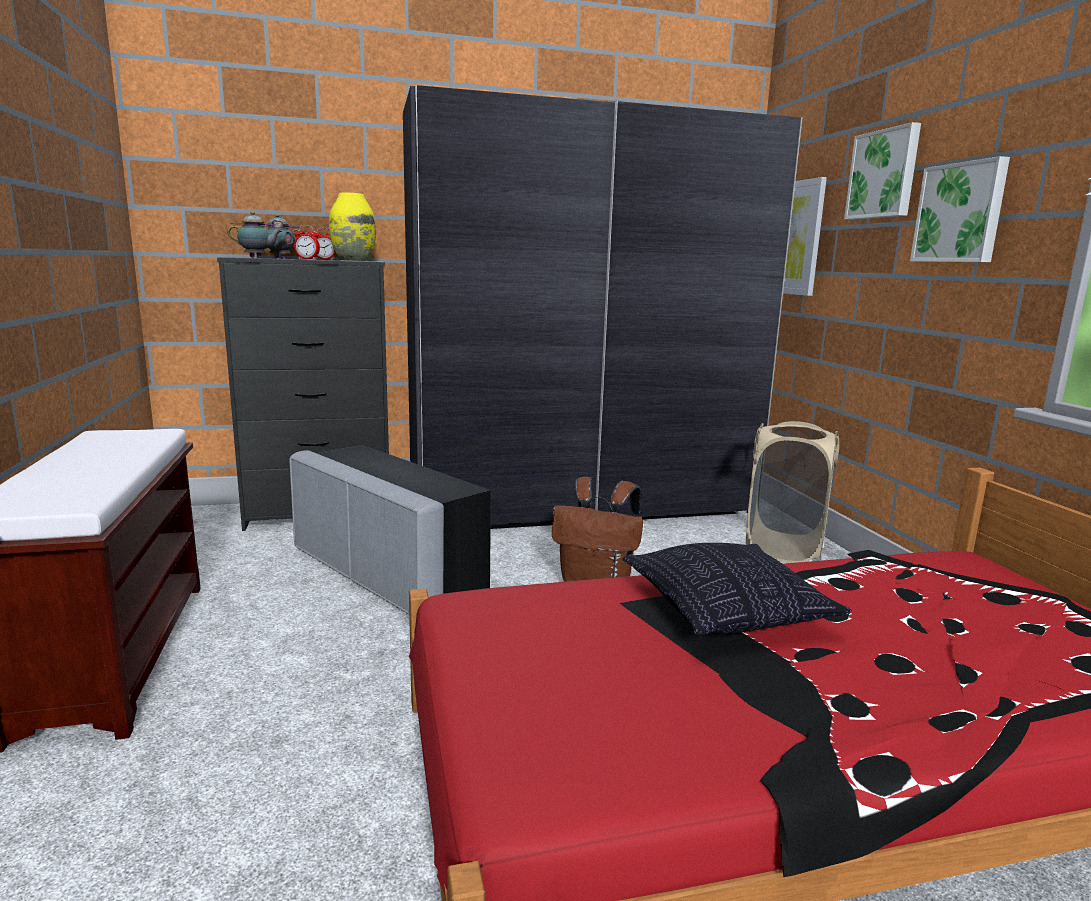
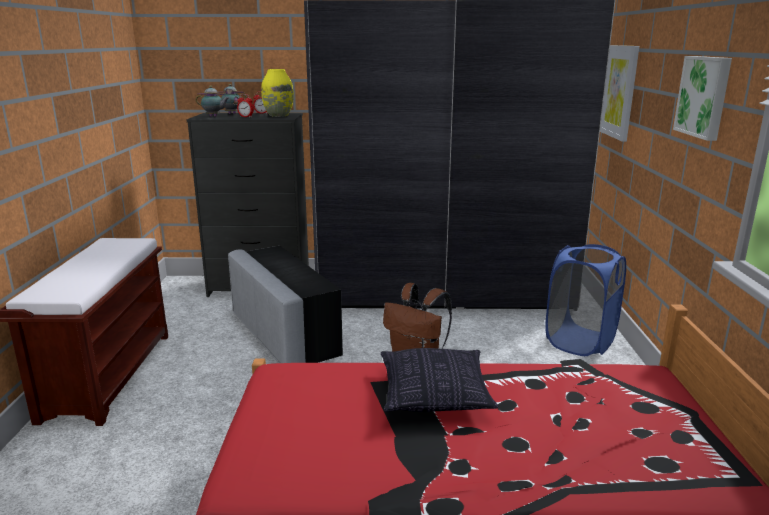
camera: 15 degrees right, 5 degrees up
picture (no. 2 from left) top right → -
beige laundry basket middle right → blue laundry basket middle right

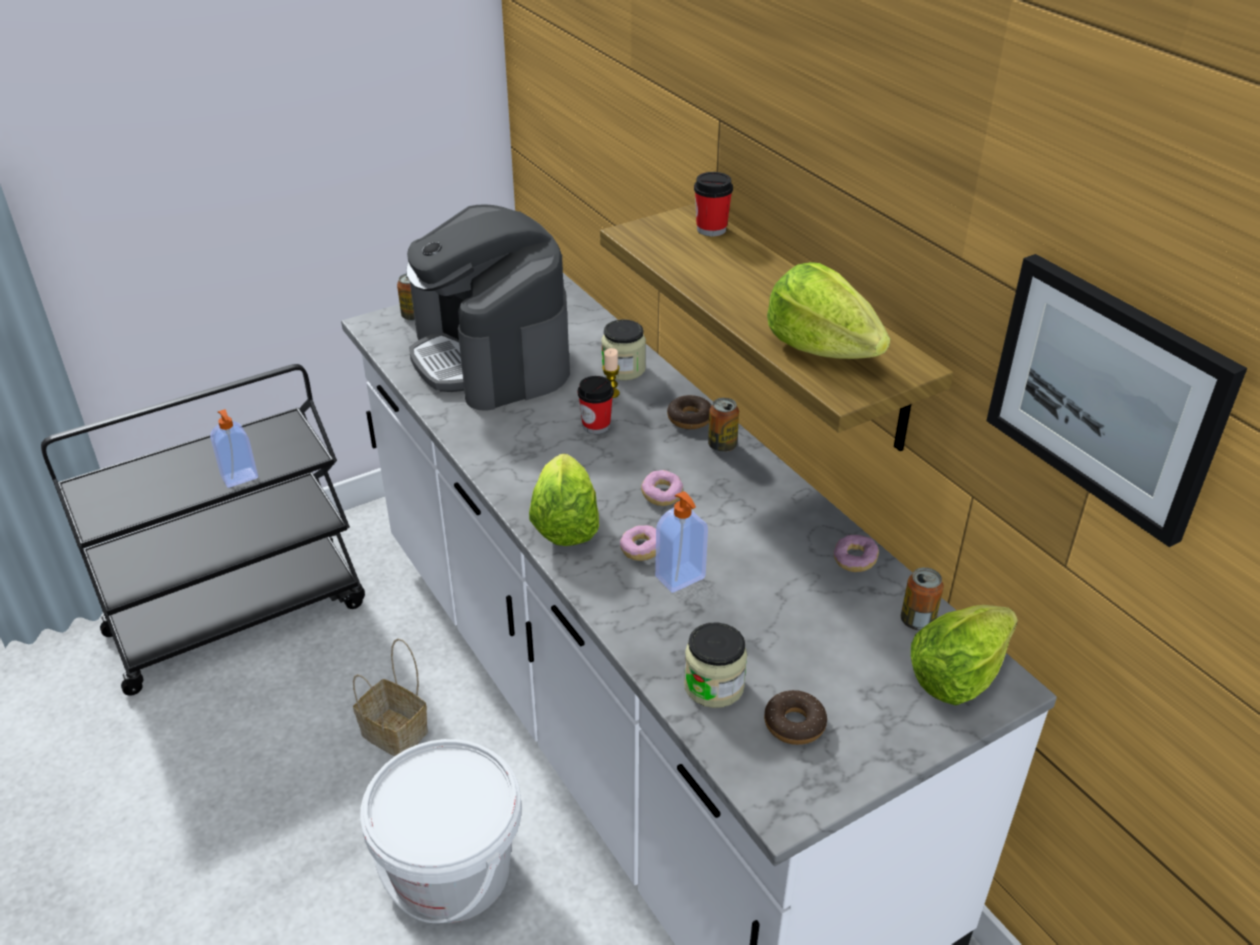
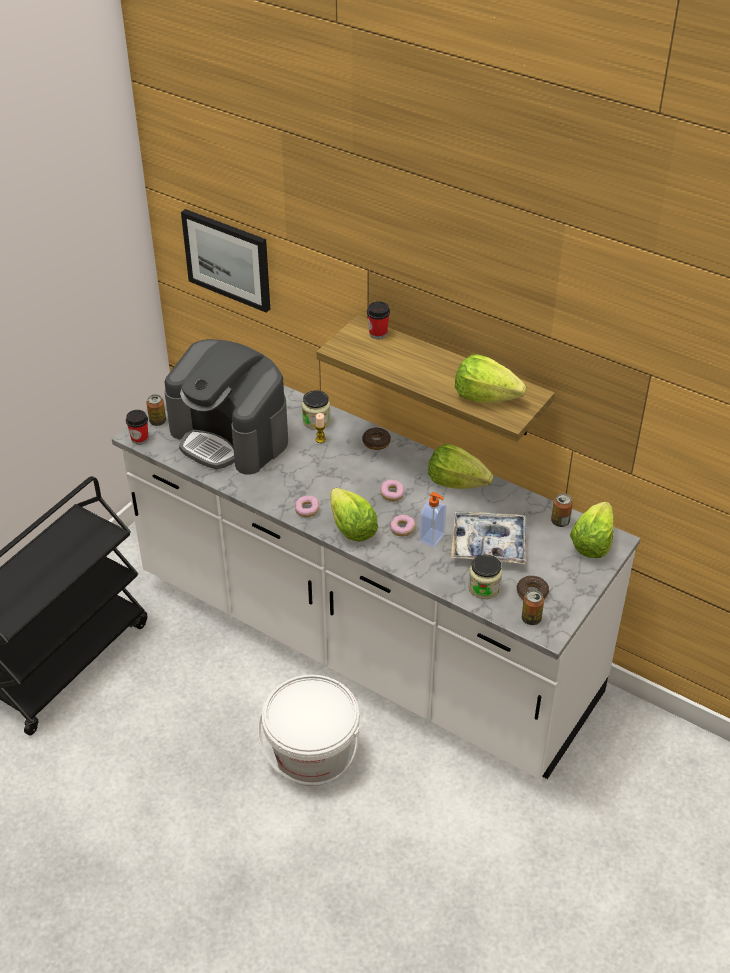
camera: 25 degrees left, 5 degrees up
soap dispenser (no. 1 from left) middle left → -
basket bottom left → -
- → lettuce (no. 2 from left) centre
- → tray middle right
cup (no. 1 from left) centre → cup (no. 1 from left) middle left, relocated
can (no. 2 from left) centre → can (no. 2 from left) middle right, relocated
donut (no. 5 from left in the first image) middle right → donut (no. 1 from left) centre, relocated
picture middle right → picture top left, relocated

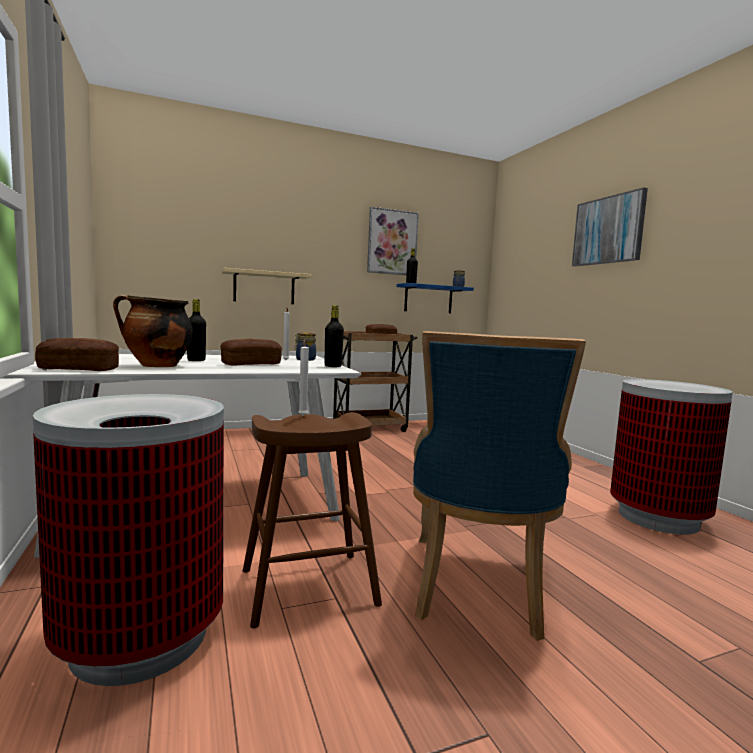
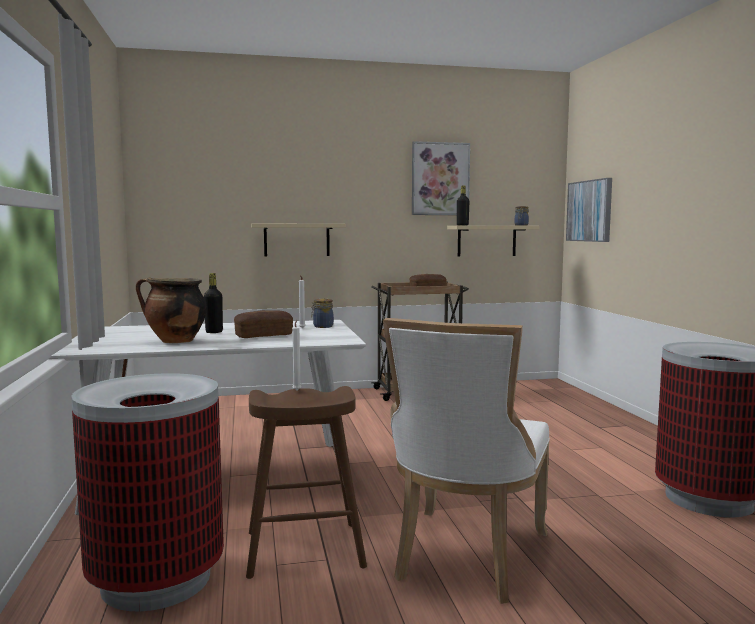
camera: 10 degrees right, 0 degrees up
bread (no. 1 from left) middle left → -
black bottle (no. 2 from left) centre → -
picture (no. 2 from left) top right → picture (no. 2 from left) middle right, relocated
blue shelf centre → beige shelf (no. 2 from left) centre
blue chair centre → white chair bottom centre

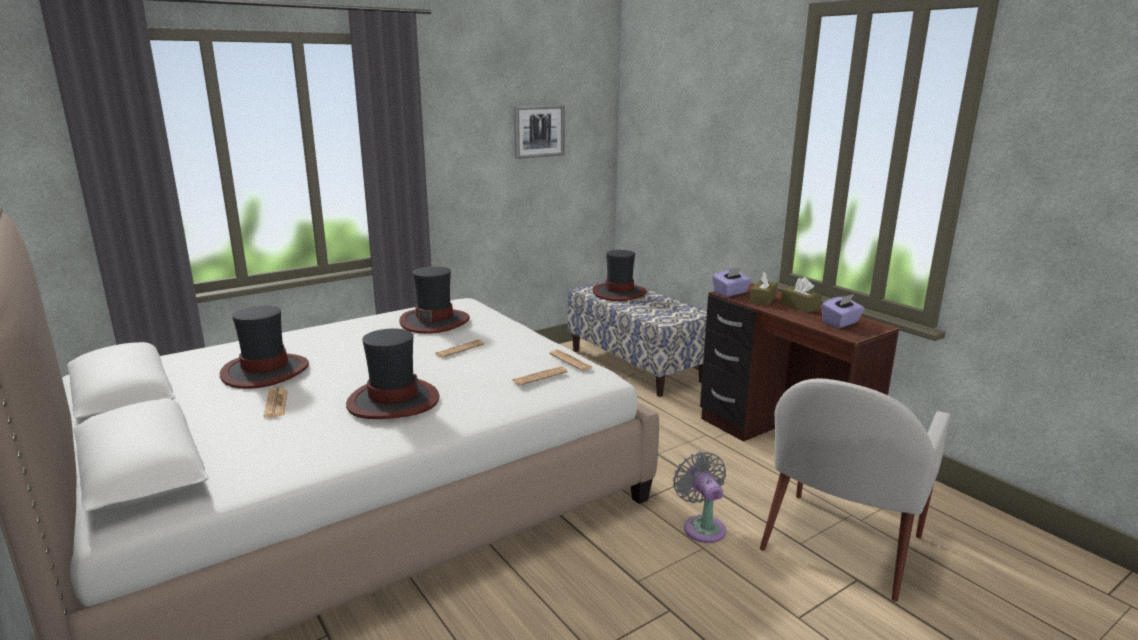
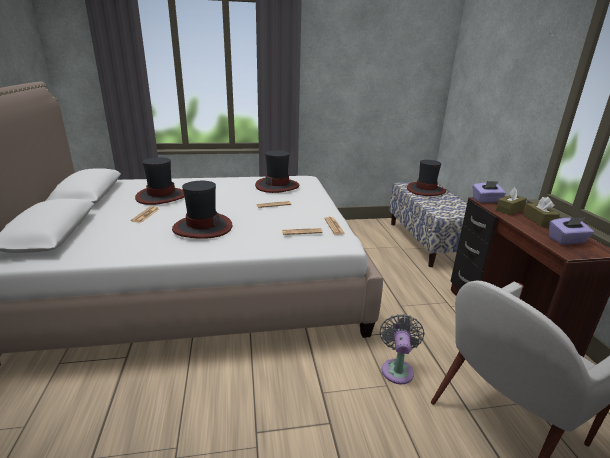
camera: 25 degrees right, 5 degrees up
picture top centre → -

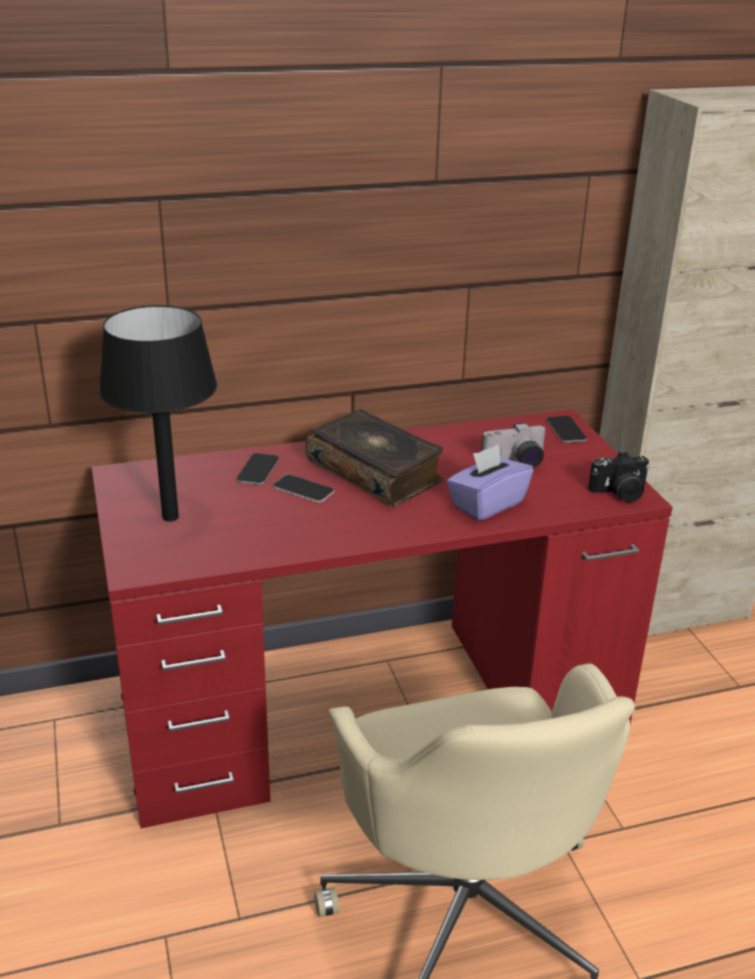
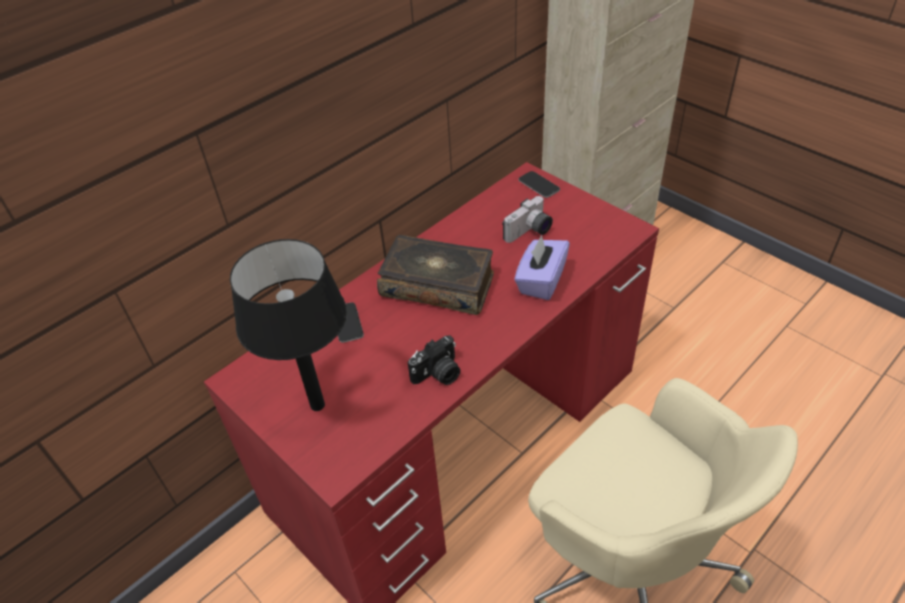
camera: 25 degrees left, 15 degrees up
phone (no. 2 from left) centre → -
photo camera (no. 2 from left in the first image) middle right → photo camera (no. 1 from left) centre, relocated

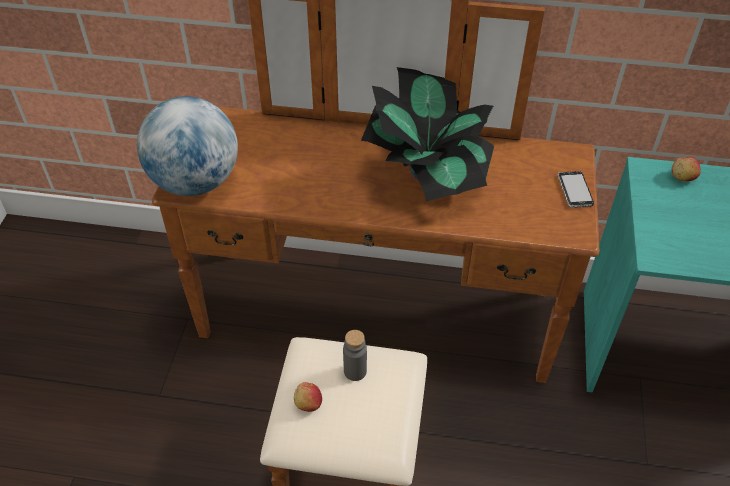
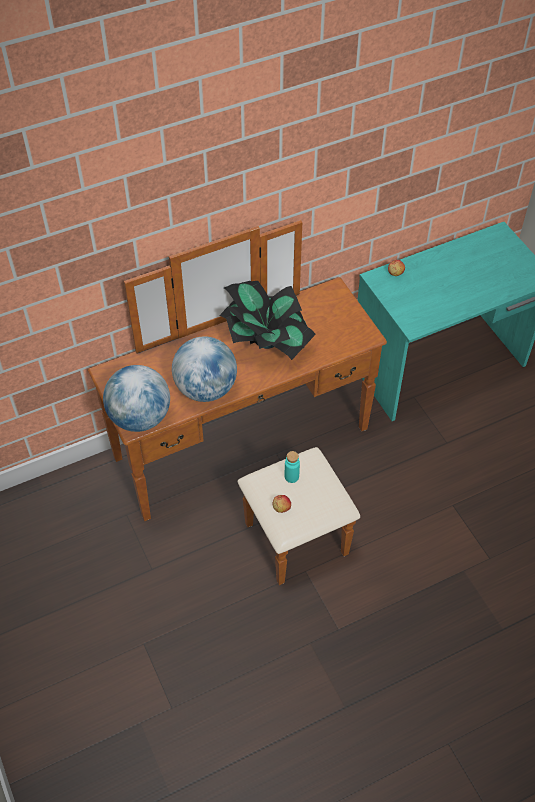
camera: 35 degrees left, 5 degrees up
phone middle right → -
- → globe (no. 2 from left) centre
grey bottle bottom centre → turquoise bottle centre

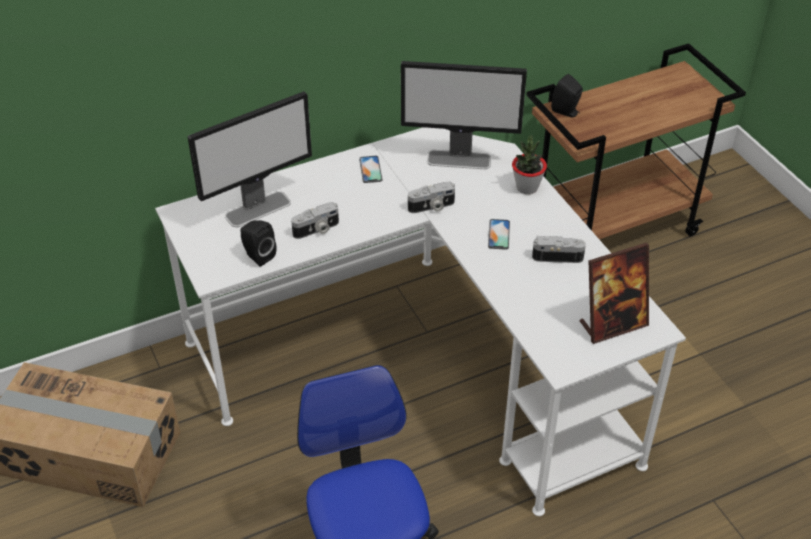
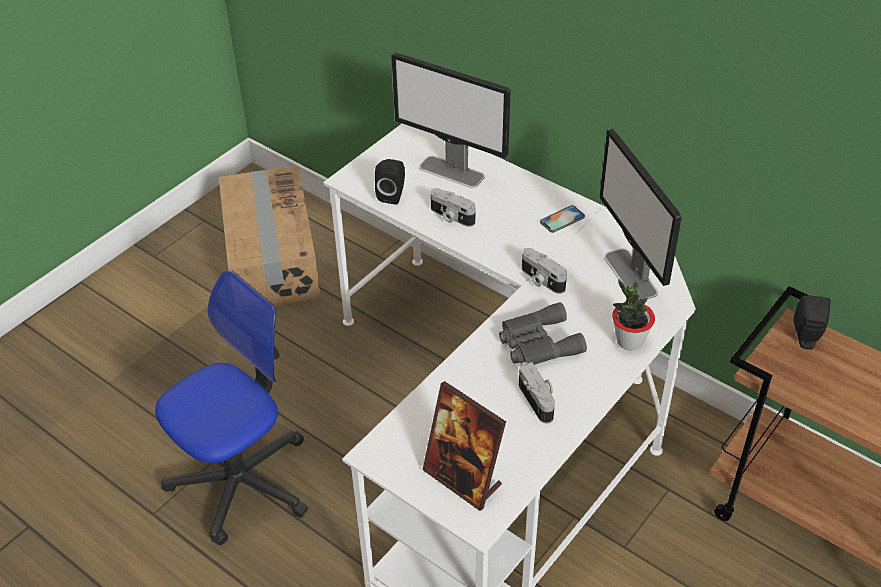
camera: 65 degrees right, 0 degrees up
phone (no. 2 from left) centre → grey binoculars centre

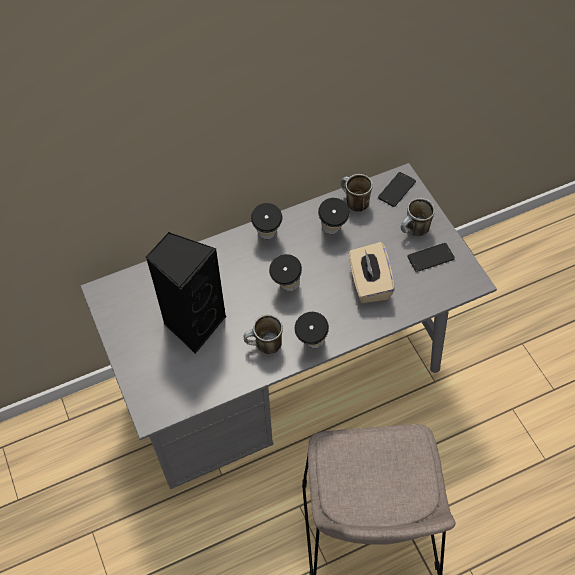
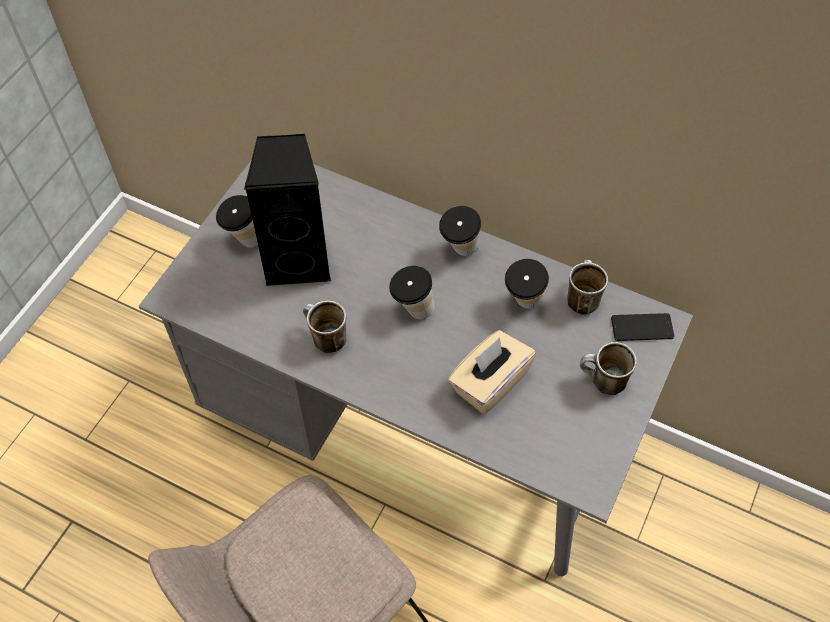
camera: 50 degrees right, 0 degrees up
phone (no. 2 from left) middle right → -
cup (no. 3 from left in the first image) centre → cup (no. 1 from left) middle left, relocated

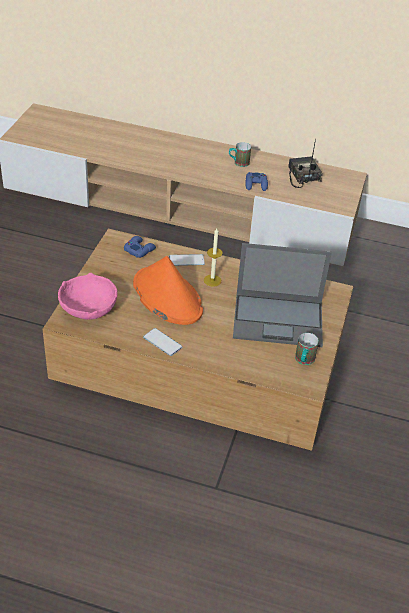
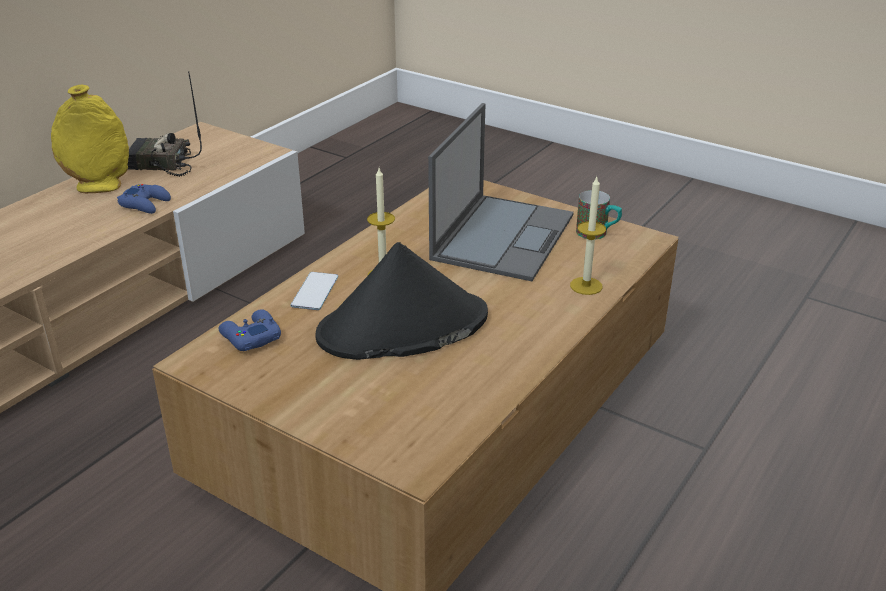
camera: 70 degrees left, 10 degrees down
pink bowl middle left → -
phone (no. 1 from left) centre → -
mug (no. 1 from left) top centre → -
- → yellow vase top left
- → candle (no. 2 from left) centre
orange hat centre → black hat centre

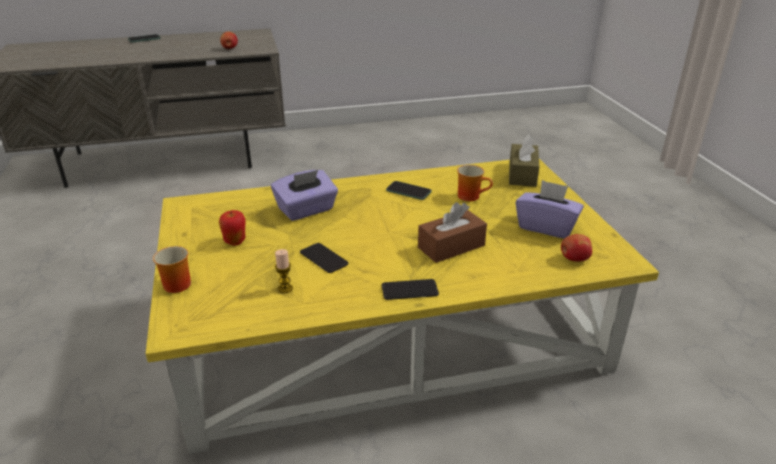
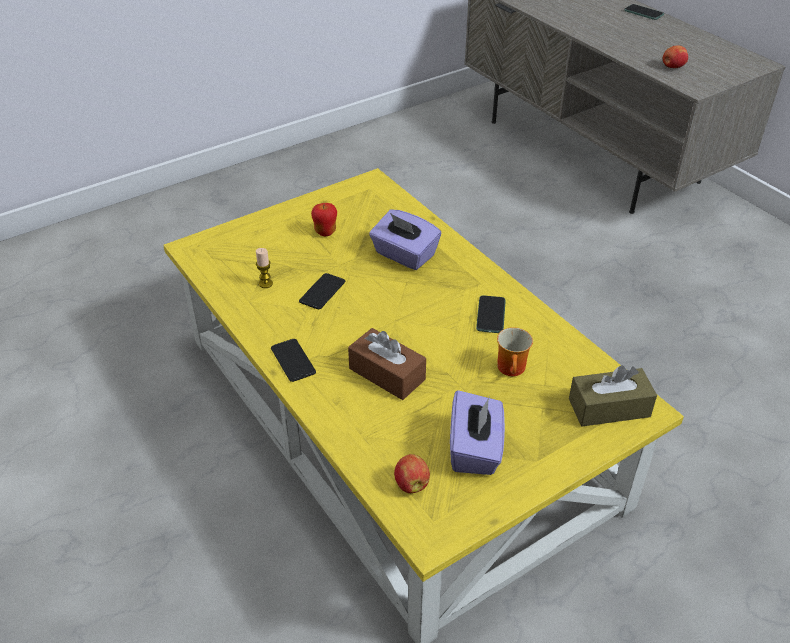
camera: 70 degrees right, 10 degrees up
mug (no. 1 from left) middle left → -

